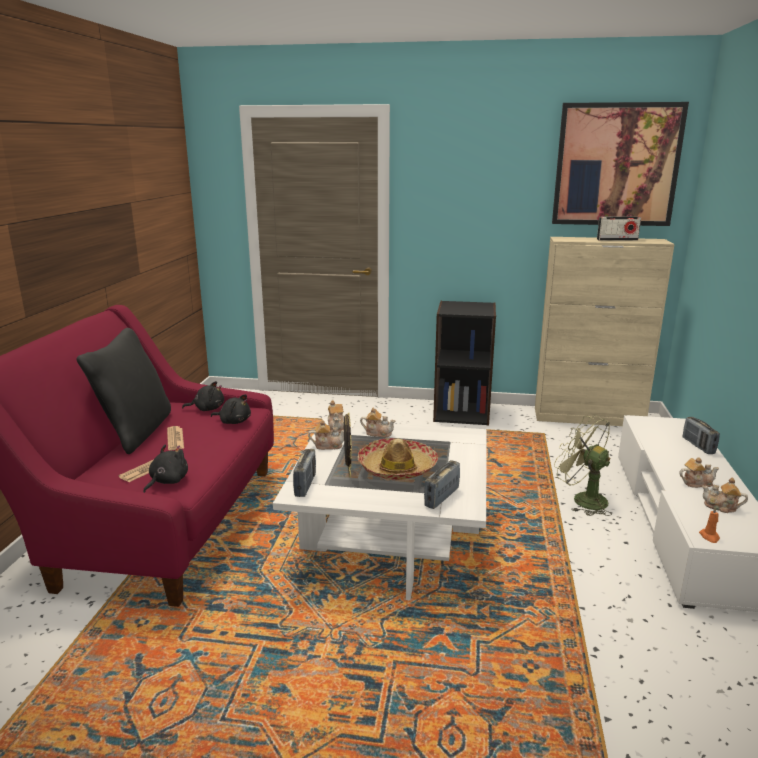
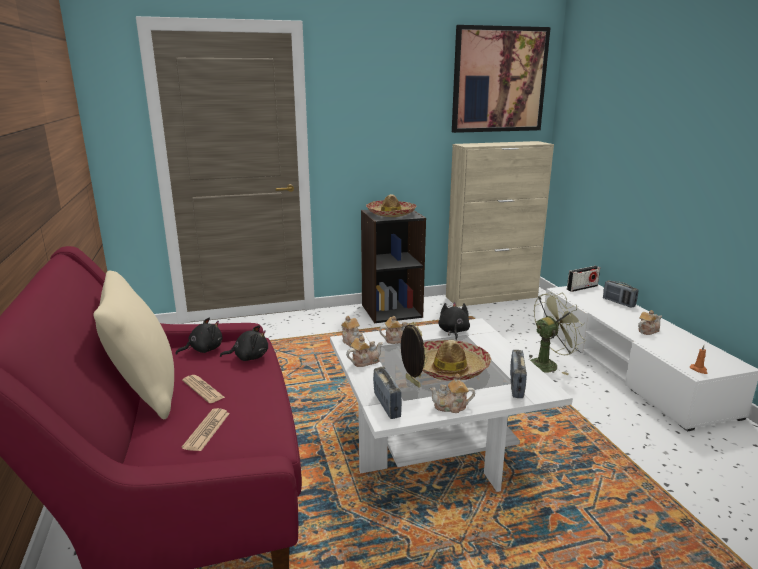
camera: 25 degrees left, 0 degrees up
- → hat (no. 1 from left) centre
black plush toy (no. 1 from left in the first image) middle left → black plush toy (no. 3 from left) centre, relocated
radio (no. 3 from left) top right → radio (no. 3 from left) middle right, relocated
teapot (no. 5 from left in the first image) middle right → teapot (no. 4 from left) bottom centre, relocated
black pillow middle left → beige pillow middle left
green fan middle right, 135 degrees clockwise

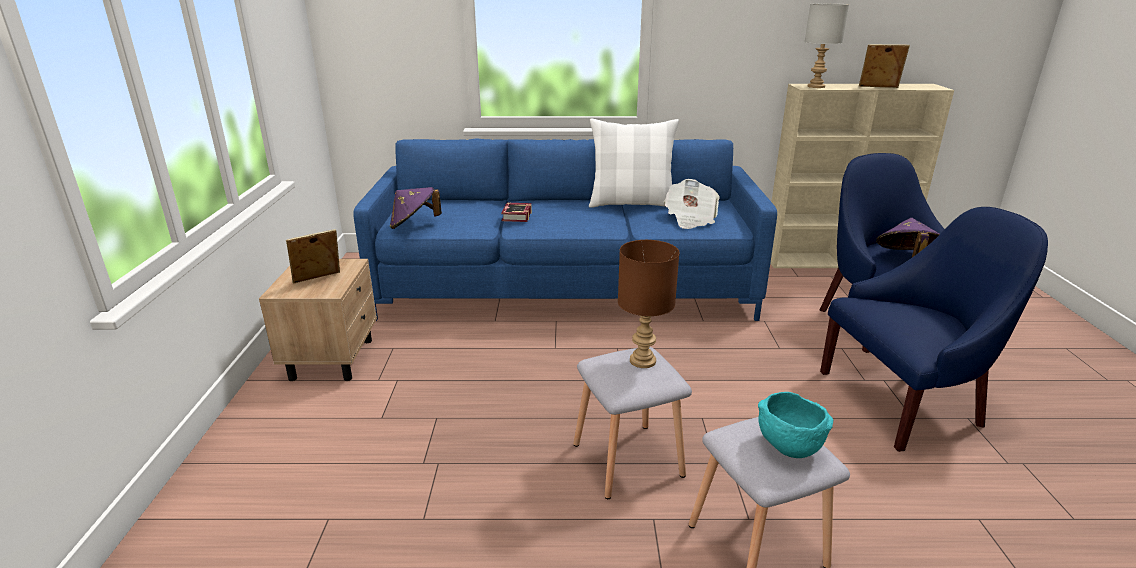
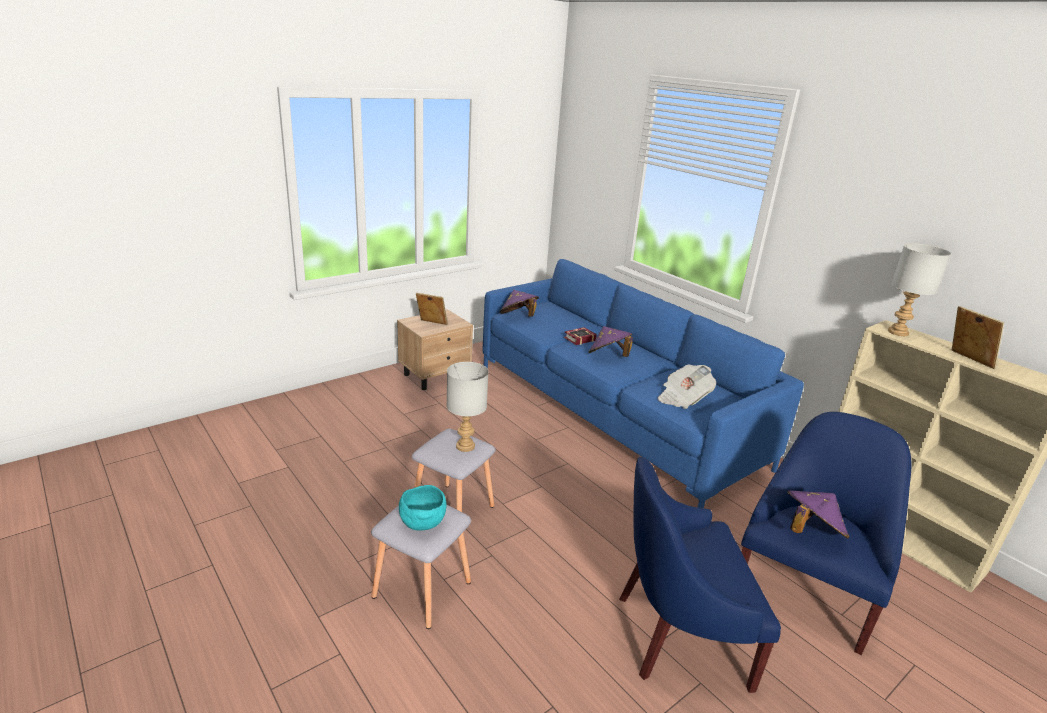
camera: 50 degrees right, 0 degrees up
white pillow top centre → -
- → purple hat (no. 2 from left) centre
brown table lamp centre → grey table lamp (no. 1 from left) centre
blue armchair (no. 2 from left in the first image) middle right → blue armchair (no. 1 from left) bottom right, 135 degrees clockwise

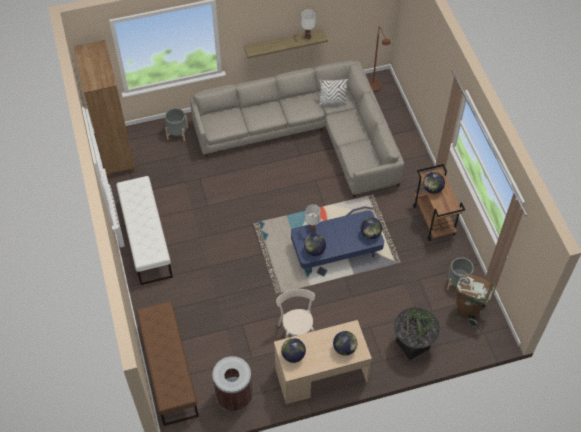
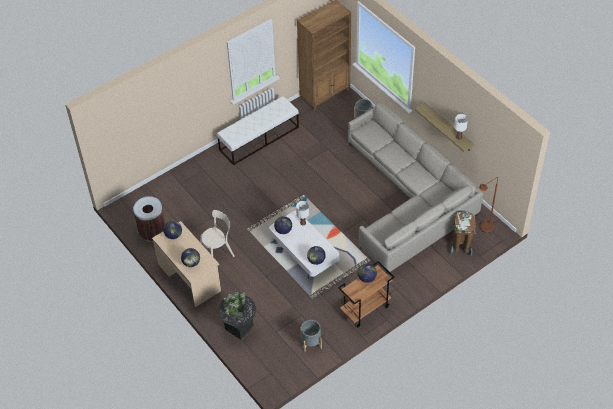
camera: 70 degrees right, 5 degrees down
brown bench bottom left → -
white pillow top centre → -
brown trash can (no. 2 from left) bottom right → brown trash can (no. 2 from left) middle right, relocated
blue coffee table centre → white coffee table centre

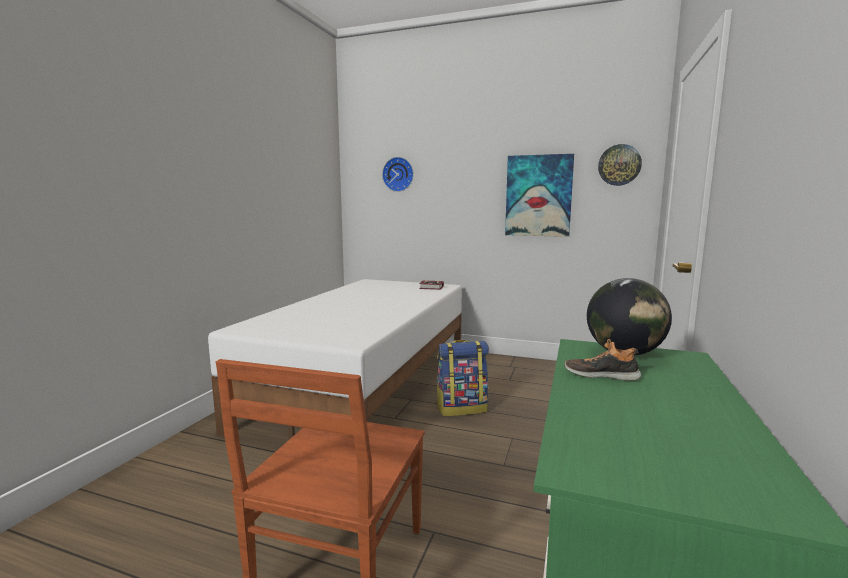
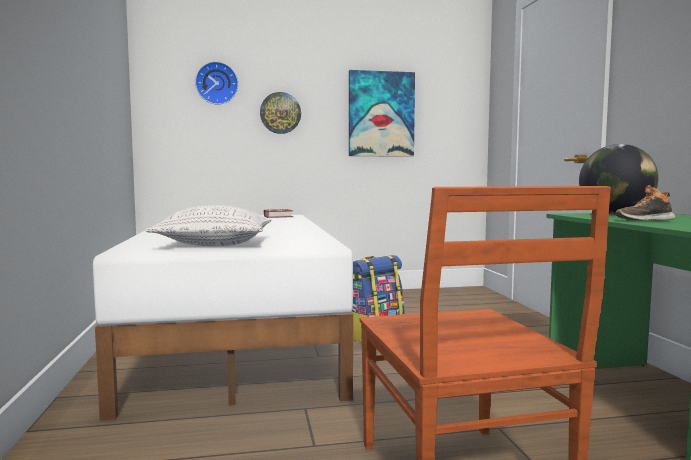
camera: 30 degrees left, 5 degrees down
- → pillow middle left
wall clock (no. 2 from left) top right → wall clock (no. 2 from left) top centre, relocated

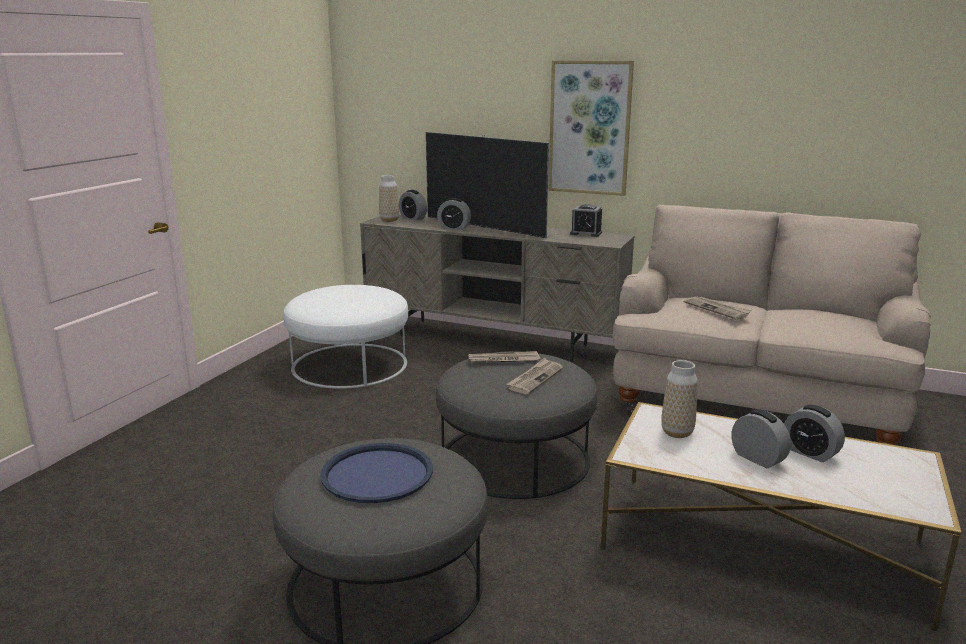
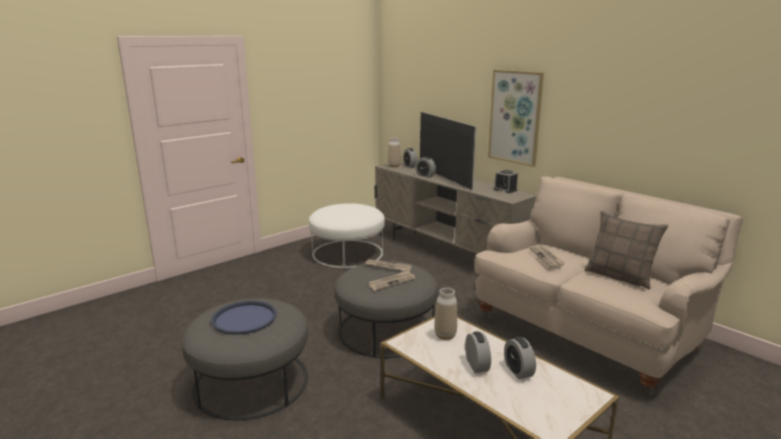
camera: 25 degrees right, 0 degrees up
- → pillow middle right

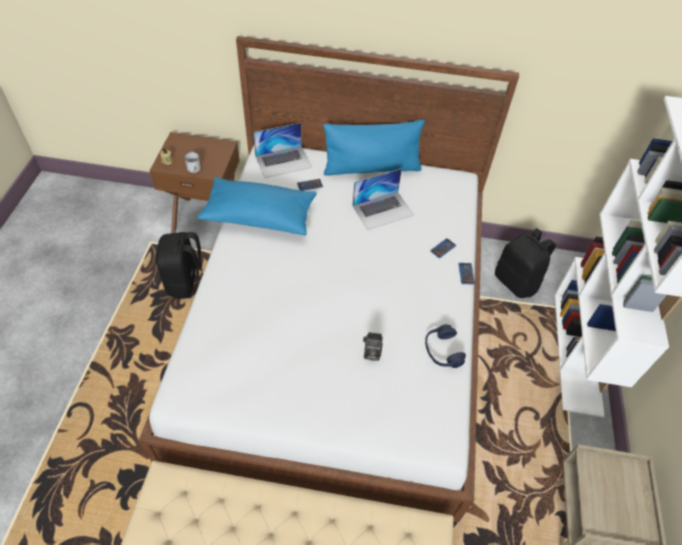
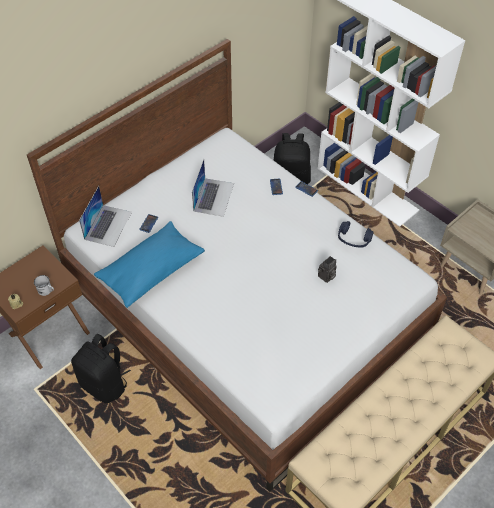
camera: 50 degrees left, 0 degrees up
blue pillow (no. 2 from left) top centre → -

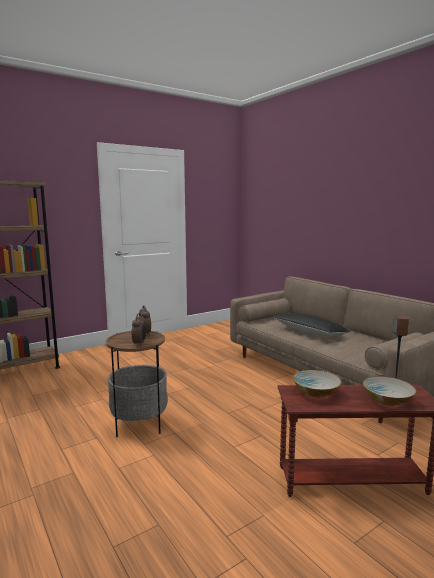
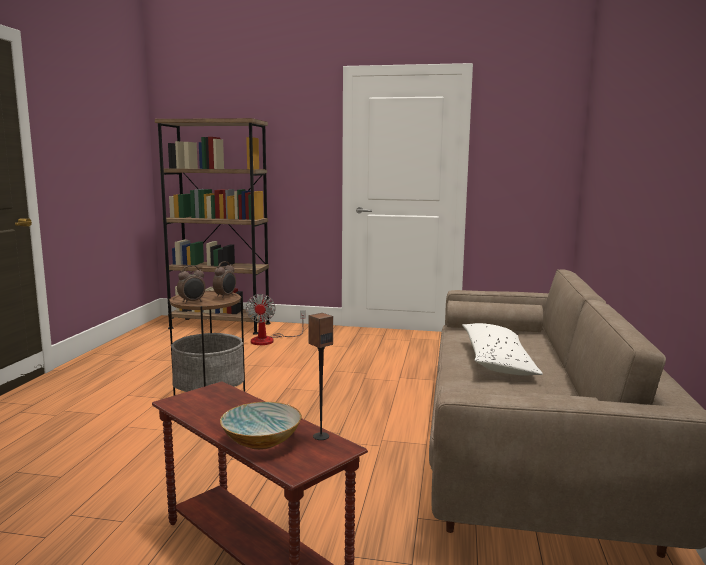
camera: 45 degrees right, 0 degrees up
bowl (no. 1 from left) middle right → -
- → fan centre
black pillow middle right → white pillow middle right

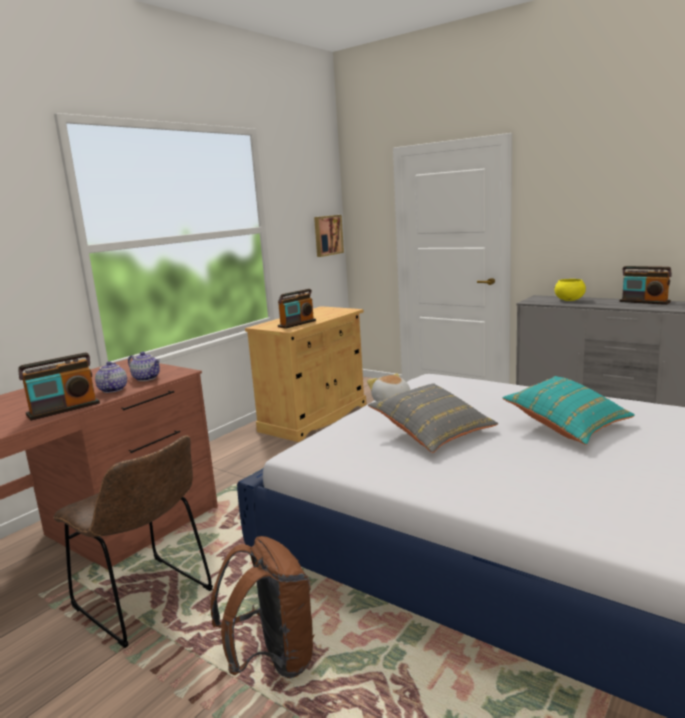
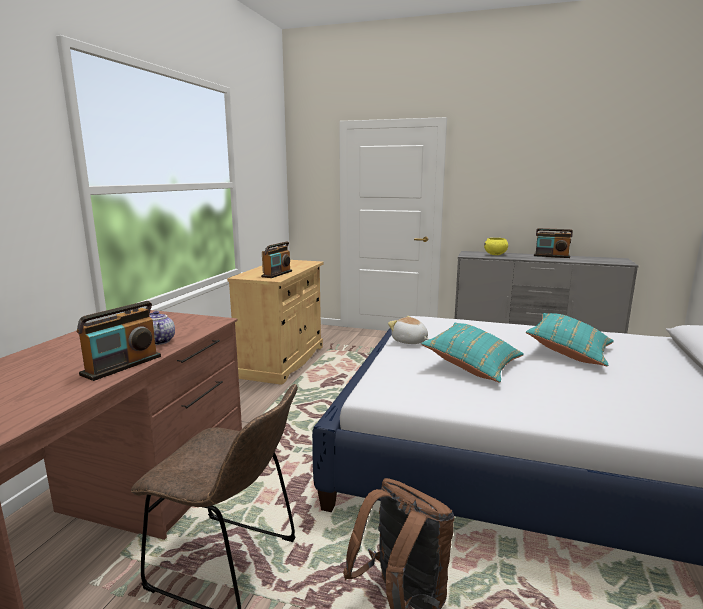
camera: 20 degrees left, 0 degrees up
teapot (no. 2 from left) middle left → -
picture top centre → -
grey pillow centre → turquoise pillow (no. 1 from left) middle right

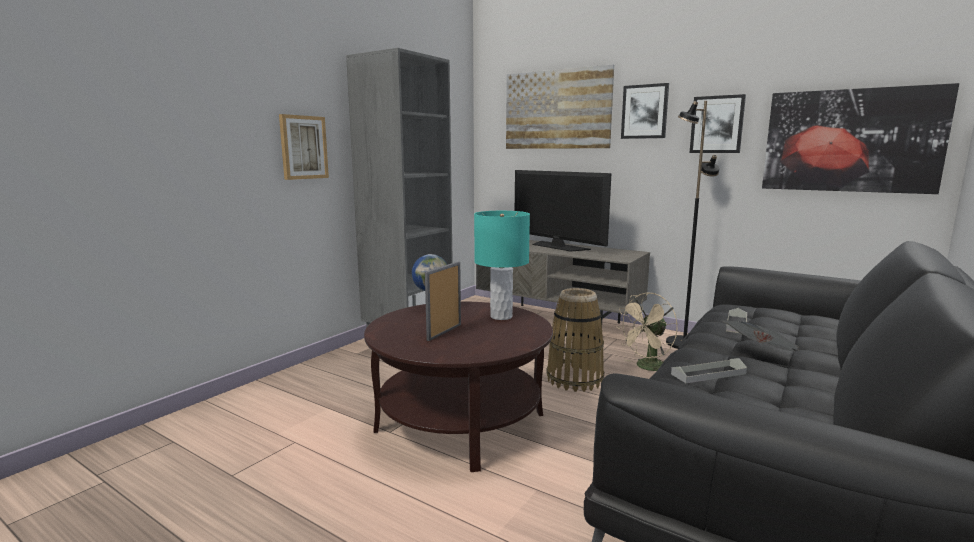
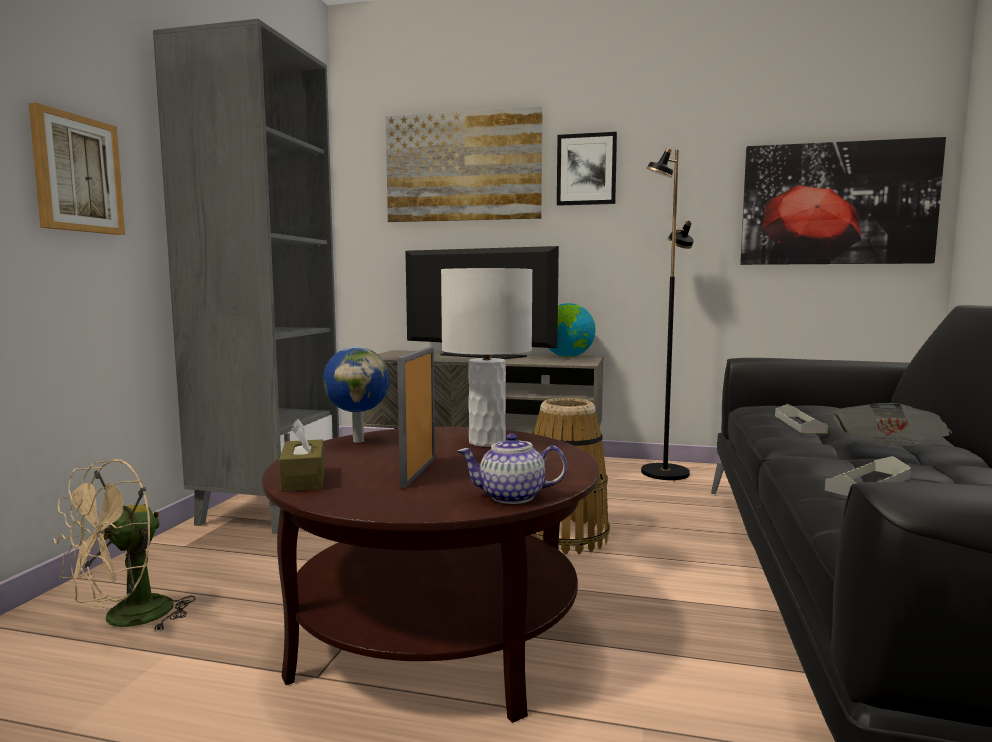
camera: 20 degrees left, 5 degrees down
picture (no. 4 from left) top right → -
- → brown tissue box middle left
- → teapot centre
- → globe (no. 2 from left) centre
beige fan centre → beige fan bottom left, relocated
turquoise table lamp centre → white table lamp centre

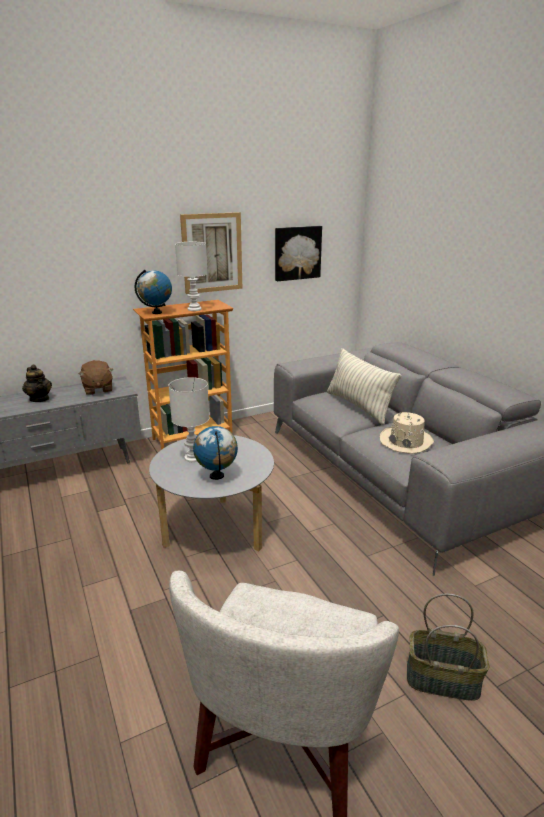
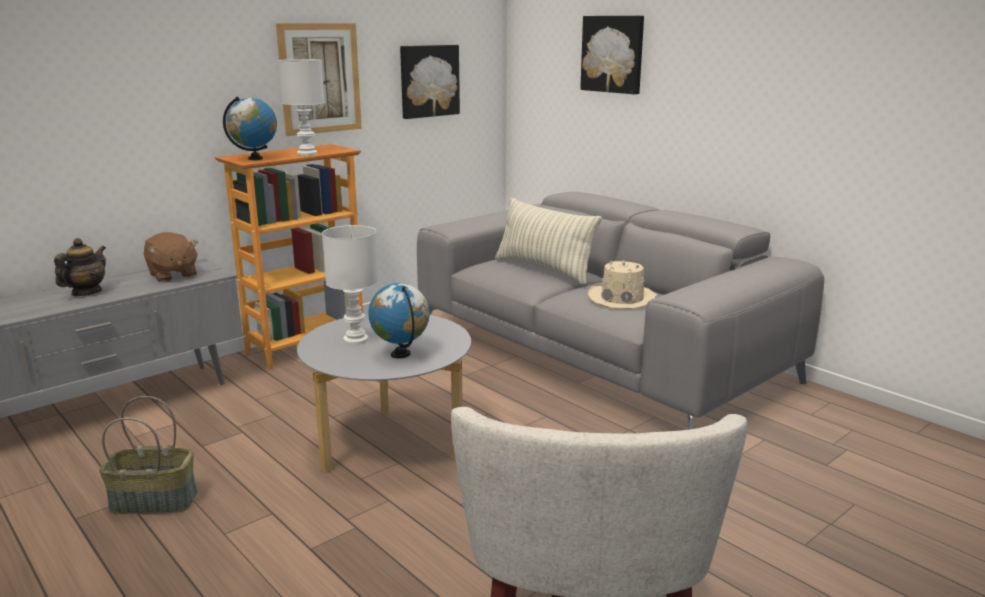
camera: 15 degrees left, 5 degrees down
- → picture (no. 3 from left) top centre
basket bottom right → basket bottom left, relocated
teapot middle left, 105 degrees counterclockwise

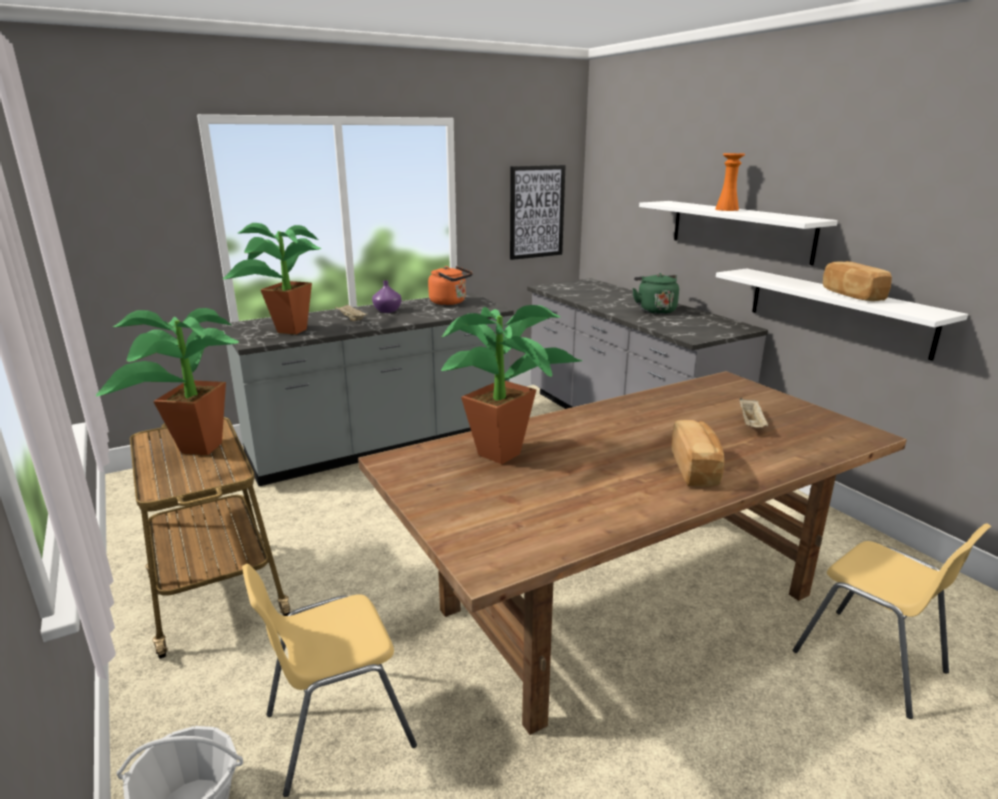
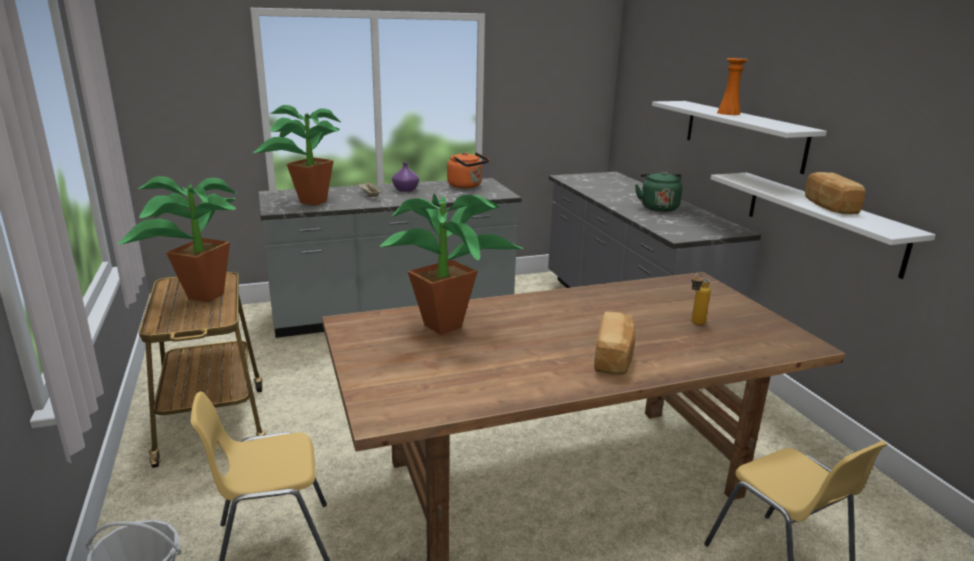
camera: 10 degrees right, 0 degrees up
picture top centre → -
beige tray (no. 2 from left) middle right → bottle middle right

